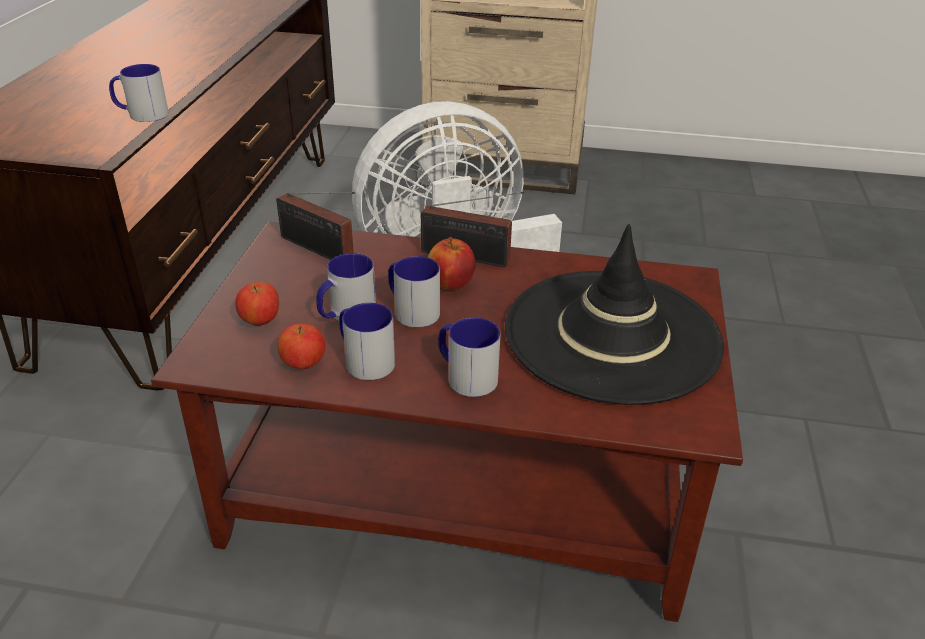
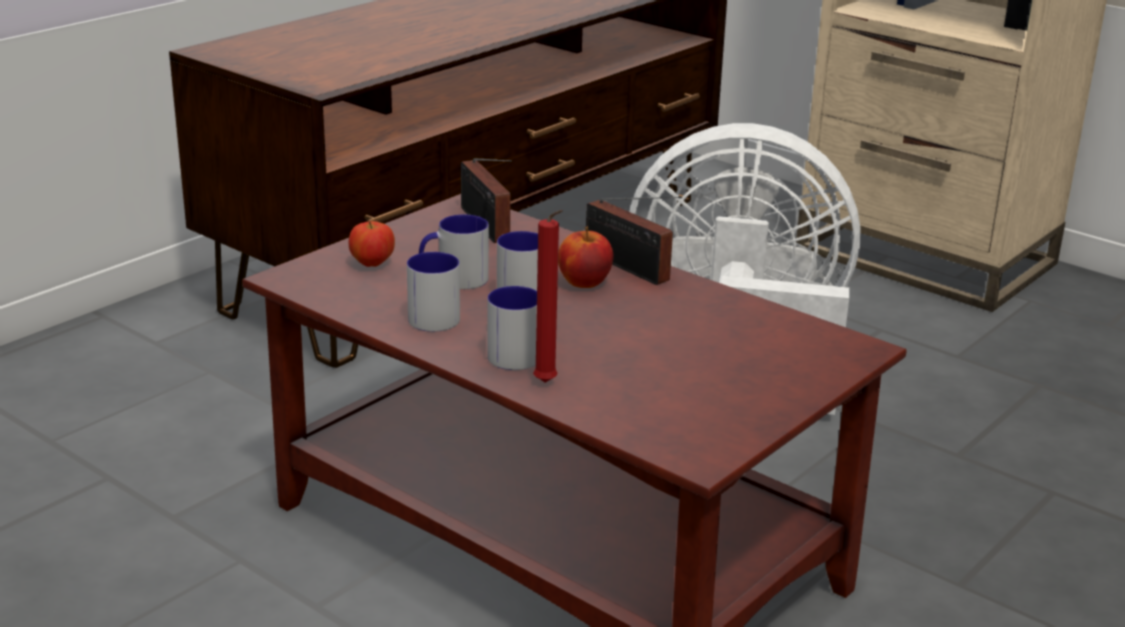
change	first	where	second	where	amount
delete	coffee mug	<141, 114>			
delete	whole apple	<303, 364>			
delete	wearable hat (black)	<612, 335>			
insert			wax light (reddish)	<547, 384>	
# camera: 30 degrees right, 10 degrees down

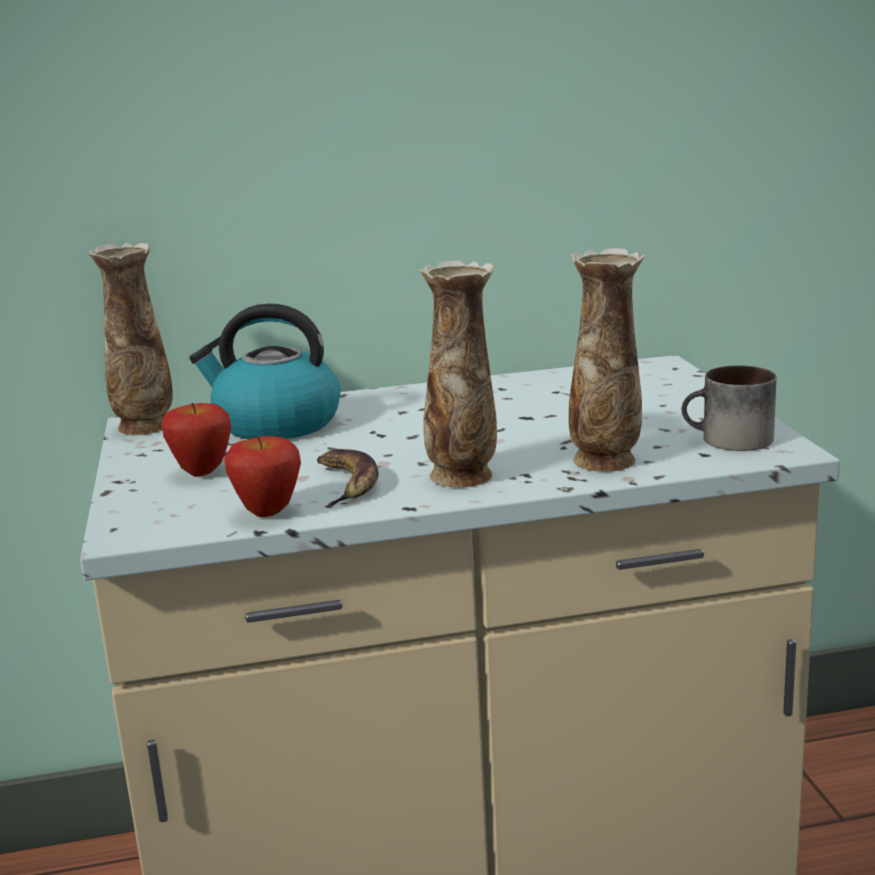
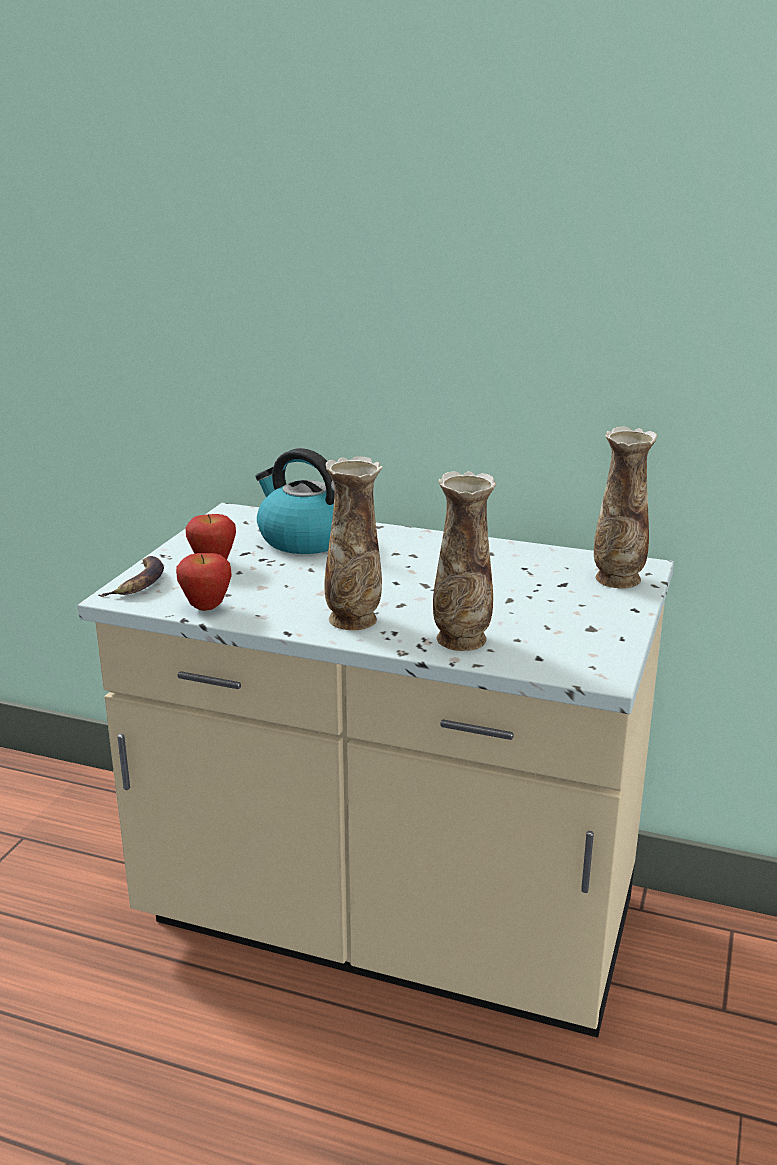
change	first	where	second	where	amount
delete	coffee mug	<729, 441>			
move	decorative vase	<145, 427>		<617, 580>	
move	whole banana	<345, 484>		<138, 582>	
# camera: 30 degrees right, 5 degrees up

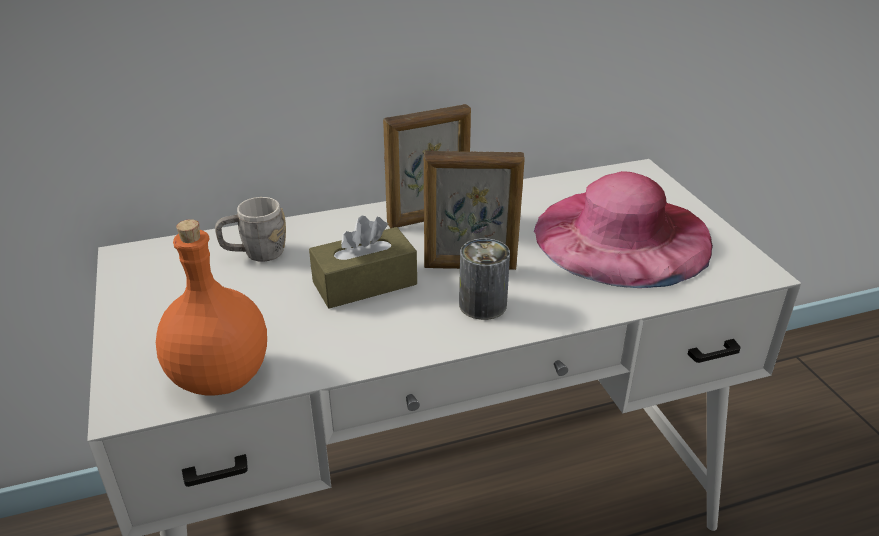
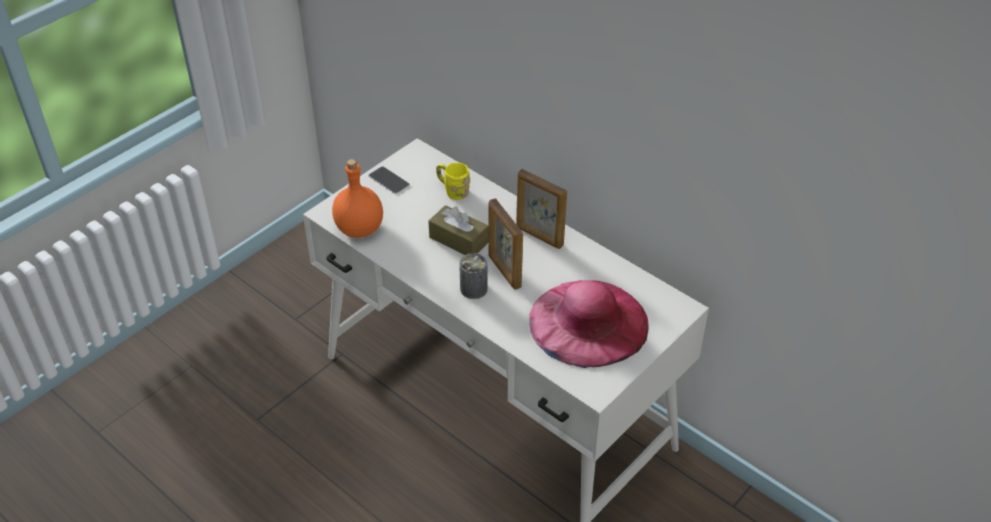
change	first	where	second	where	amount
insert			telephone	<389, 180>	
recolor	coffee mug (greyish)	<255, 254>	coffee mug (yellow-coloured)	<453, 191>	
# camera: 60 degrees right, 10 degrees up

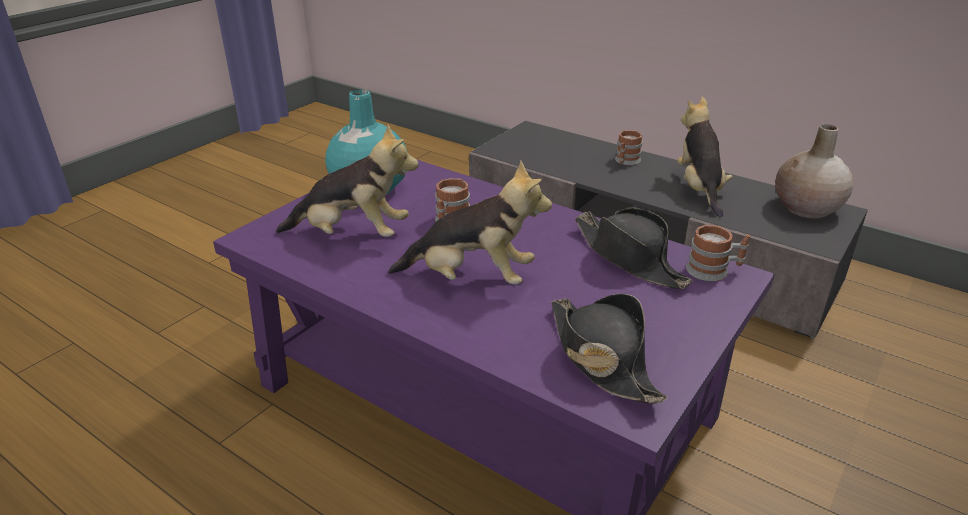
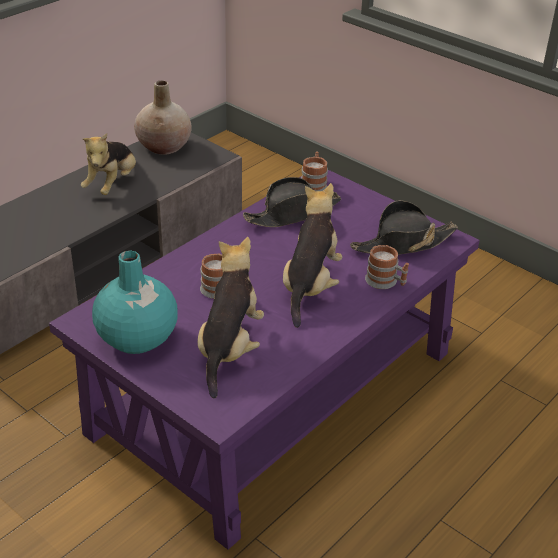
change	first	where	second	where	amount
move	coffee mug	<626, 162>		<386, 282>	
rotate	plush toy	<699, 189>		<112, 184>	75 degrees counterclockwise
# camera: 85 degrees left, 5 degrees up

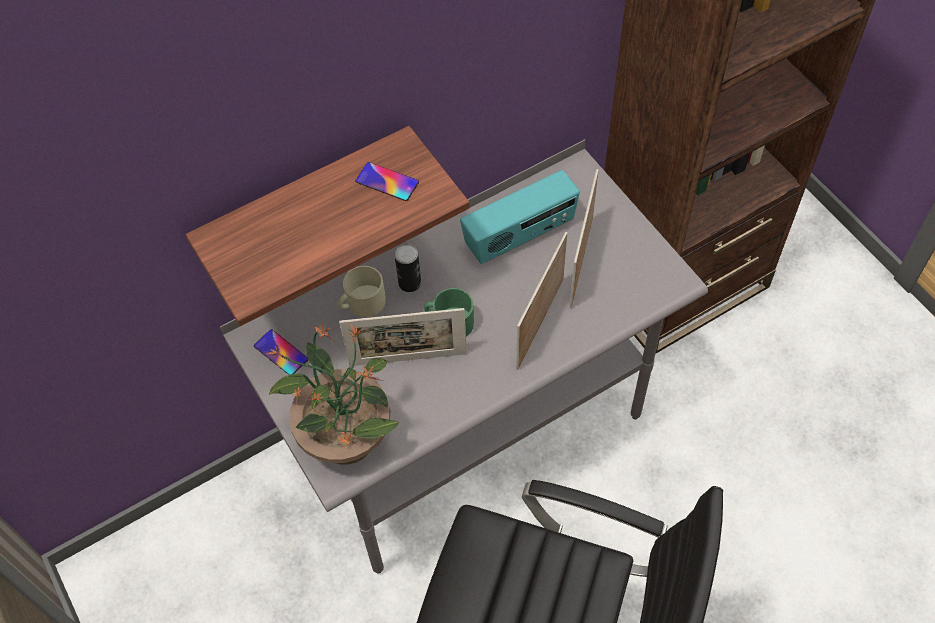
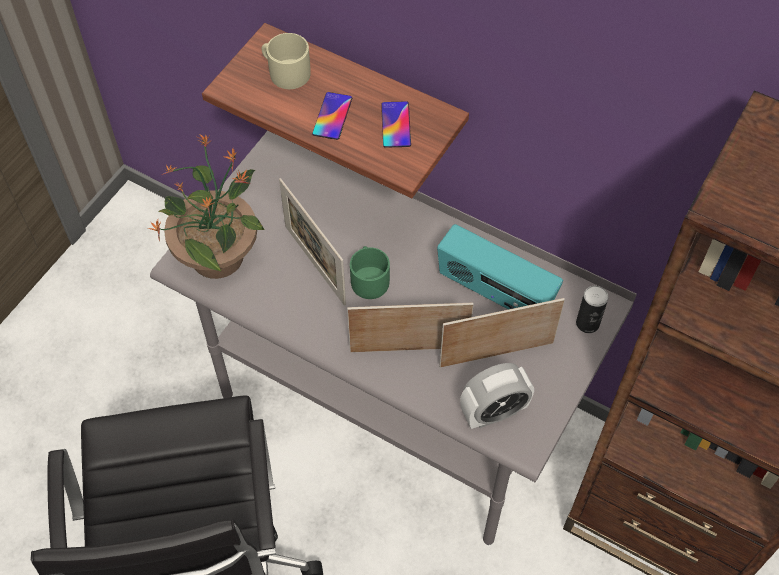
change	first	where	second	where	amount
insert			table clock	<493, 412>	
move	telephone	<281, 352>		<332, 116>	
move	coffee mug (beige)	<361, 303>		<285, 72>	
move	sealed can	<409, 283>		<587, 323>	
# camera: 60 degrees right, 0 degrees up

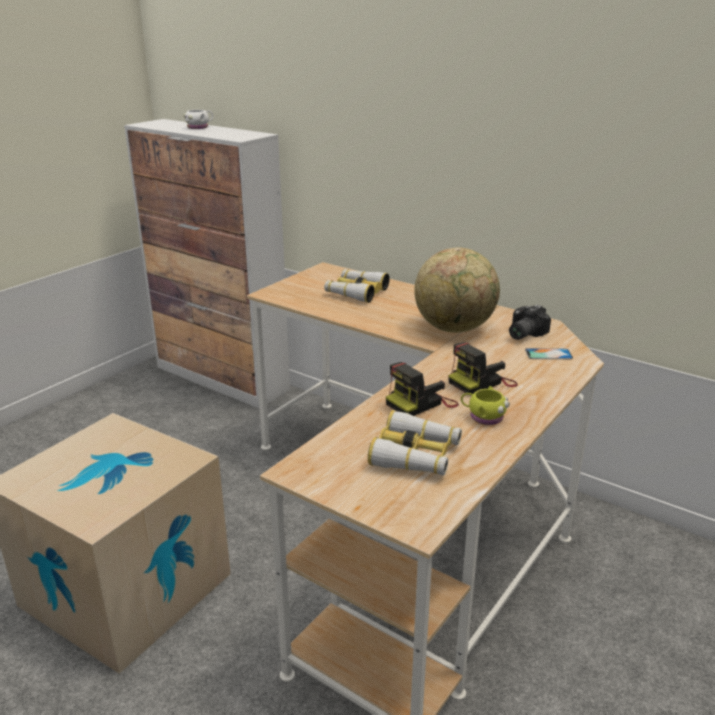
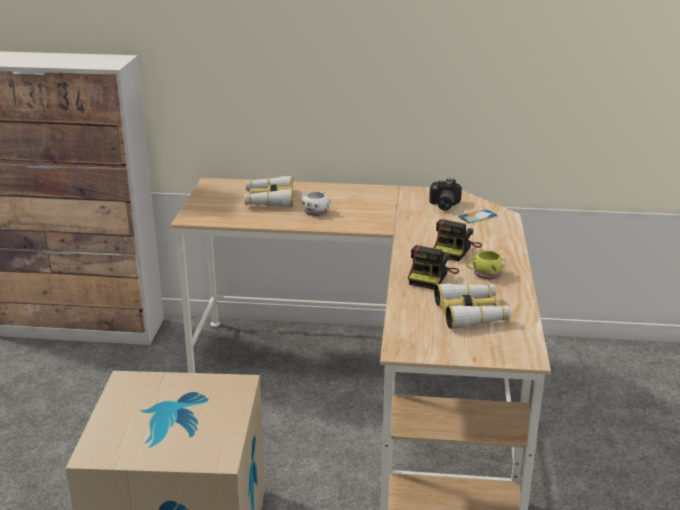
change	first	where	second	where	amount
delete	desk globe	<454, 328>			
move	coffee mug (whitish)	<199, 127>		<316, 210>	
# camera: 30 degrees left, 0 degrees up

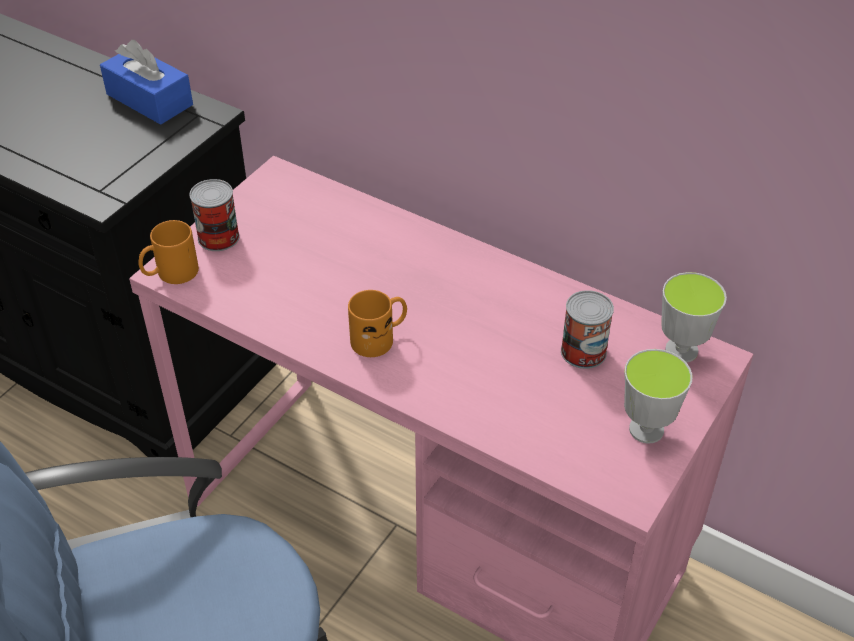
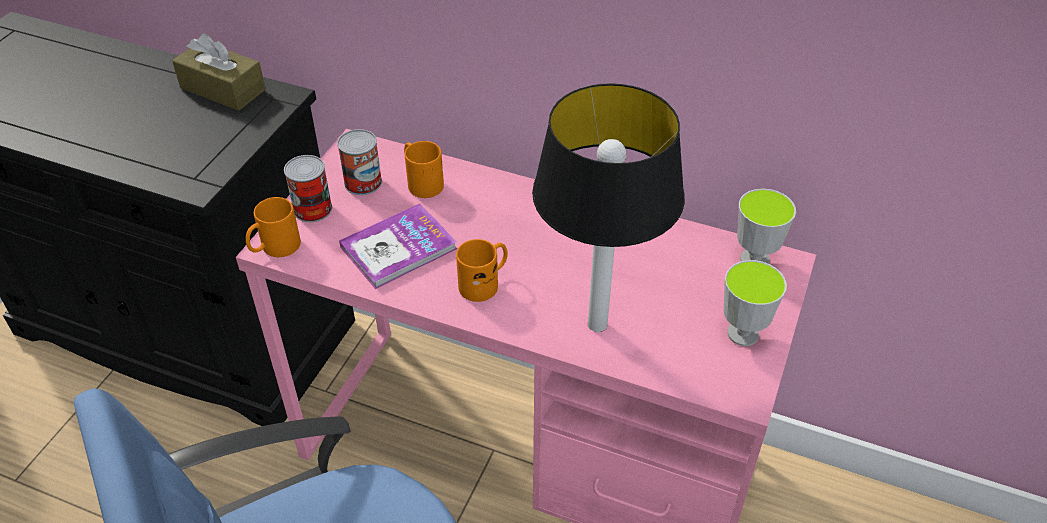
change	first	where	second	where	amount
insert			volume	<398, 248>	
insert			coffee mug (orange-coloured)	<421, 182>	
insert			table lamp	<595, 324>	
move	sealed can	<583, 351>		<363, 182>	
recolor	tissue holder (blue-coloured)	<149, 99>	tissue holder (brownish)	<223, 89>	
# camera: 10 degrees left, 0 degrees up

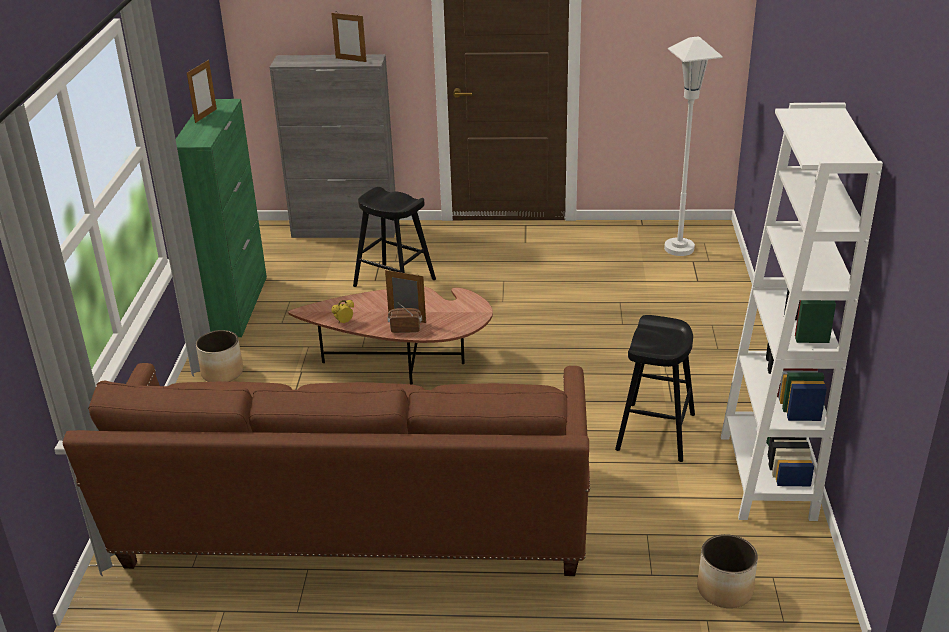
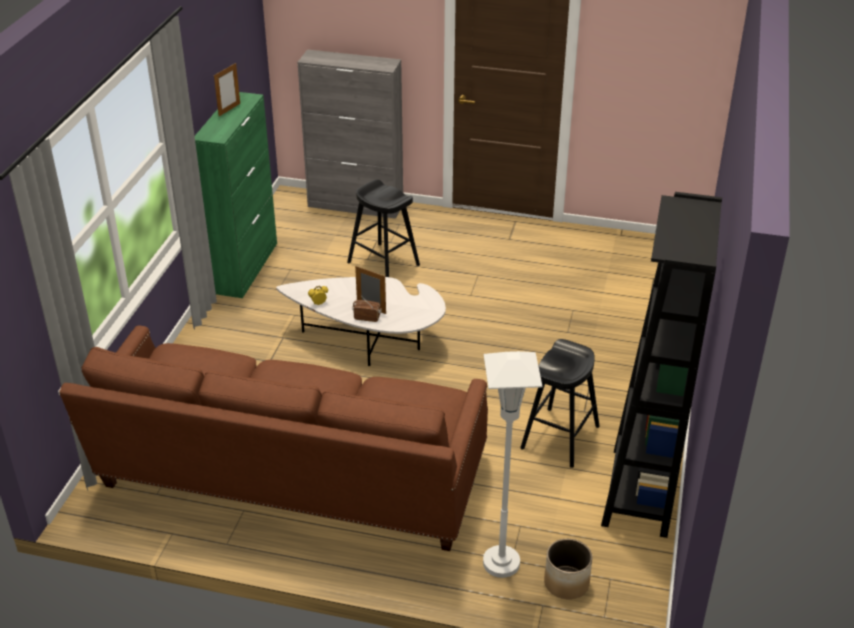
change	first	where	second	where	amount
delete	plant pot	<222, 372>			
delete	standing frame	<351, 60>			
move	floor lamp (whitish)	<679, 248>		<501, 563>	
recolor	coffee table (brownish)	<405, 363>	coffee table (whitish)	<370, 342>	
recolor	shelving unit (whitish)	<767, 476>	shelving unit (black)	<639, 492>	
# camera: 10 degrees right, 5 degrees up

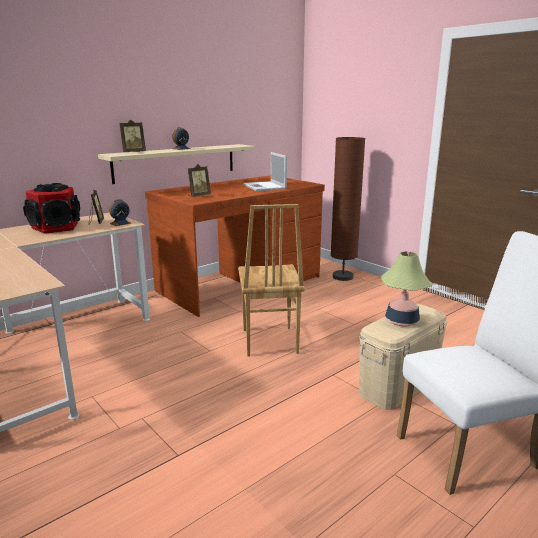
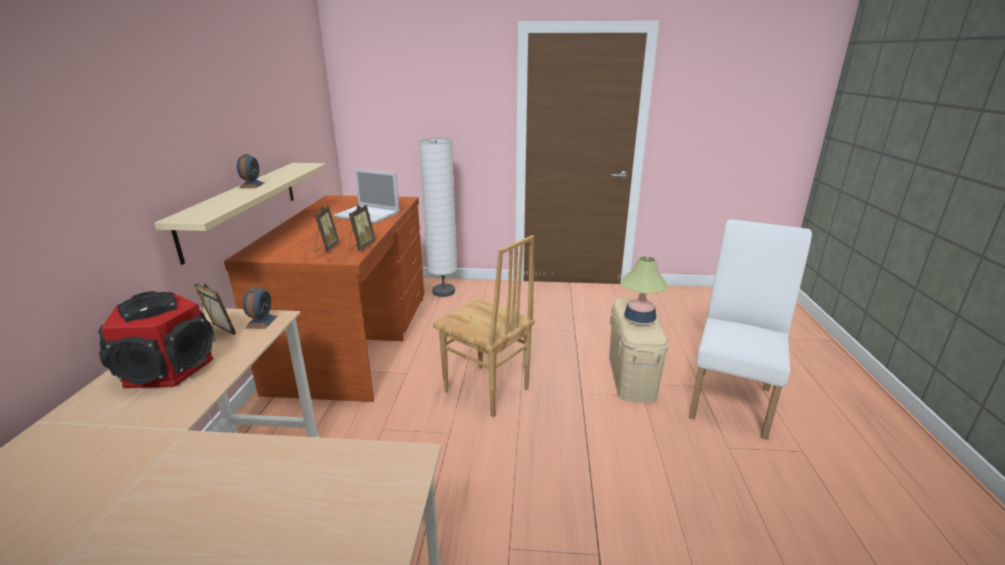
change	first	where	second	where	amount
move	standing frame	<133, 152>		<361, 246>	
recolor	floor lamp (brownish)	<343, 277>	floor lamp (whitish)	<443, 292>	
# camera: 45 degrees left, 5 degrees up

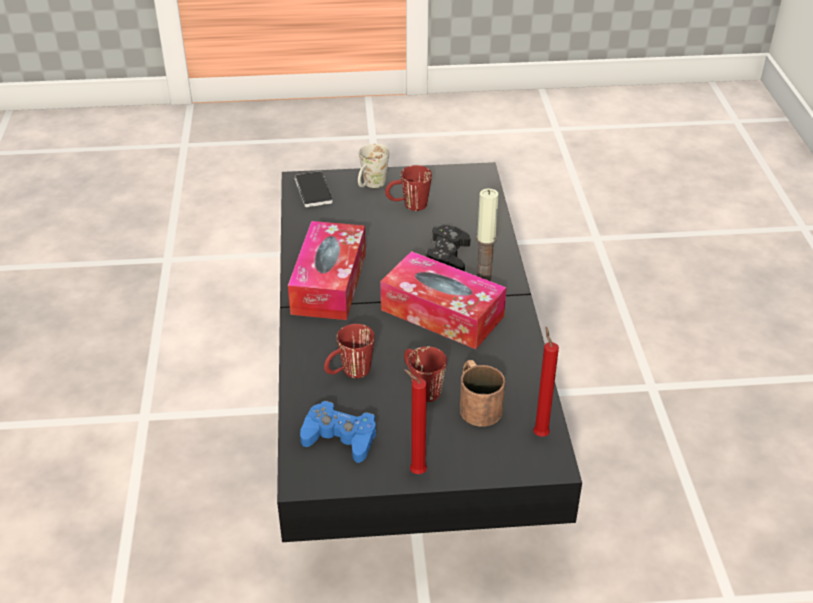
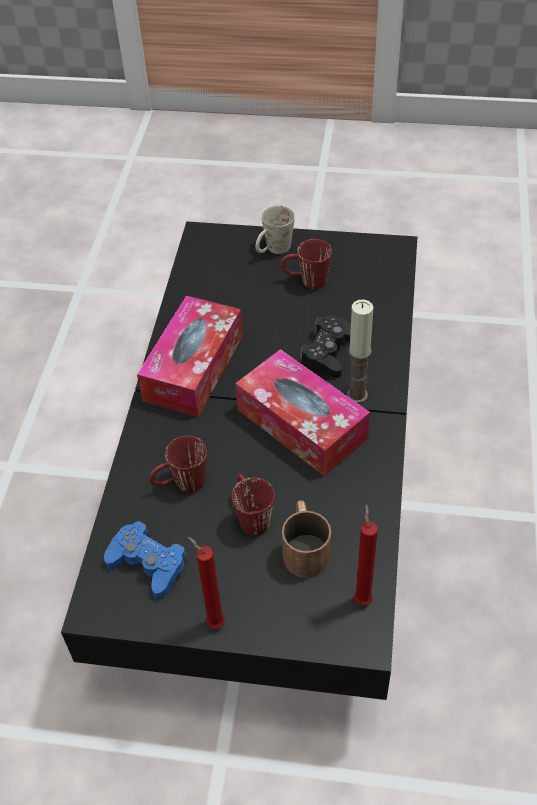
change	first	where	second	where	amount
delete	telephone	<313, 190>			
# camera: 15 degrees right, 10 degrees up

